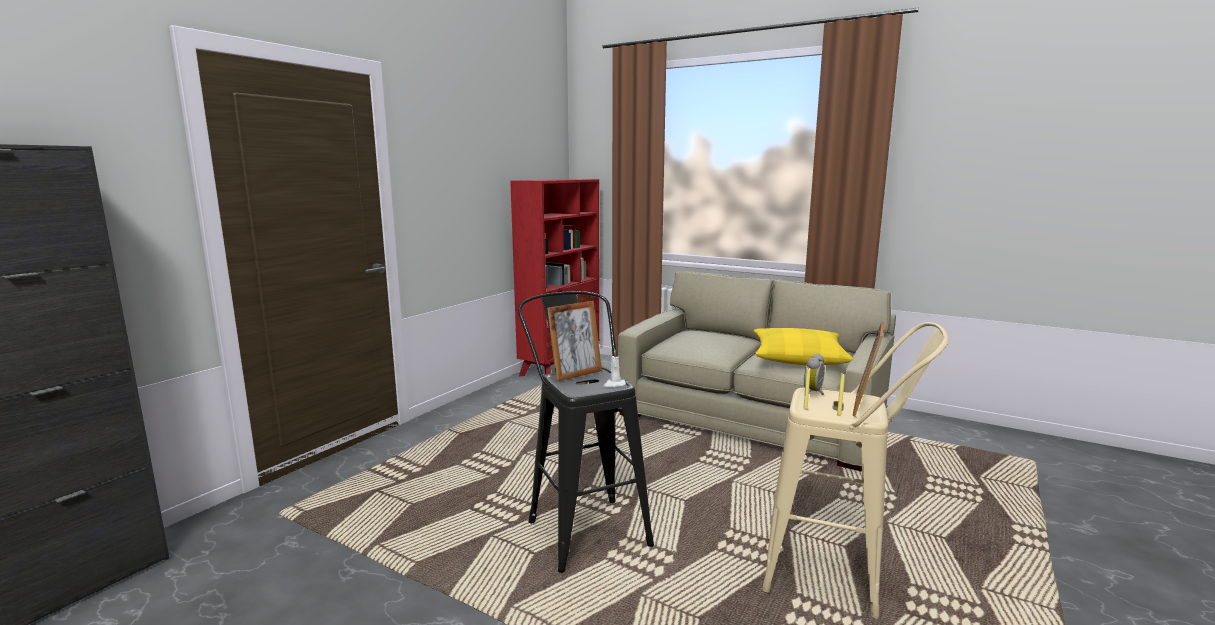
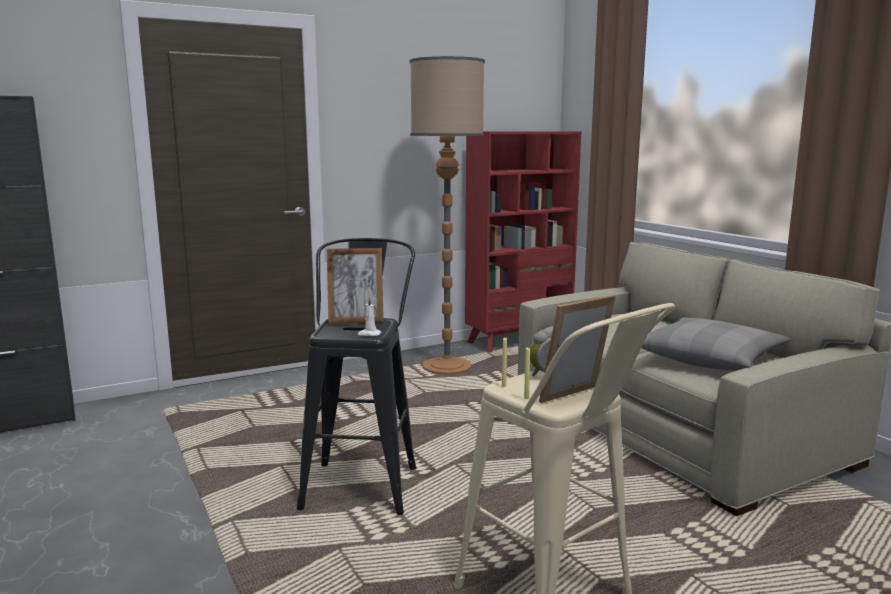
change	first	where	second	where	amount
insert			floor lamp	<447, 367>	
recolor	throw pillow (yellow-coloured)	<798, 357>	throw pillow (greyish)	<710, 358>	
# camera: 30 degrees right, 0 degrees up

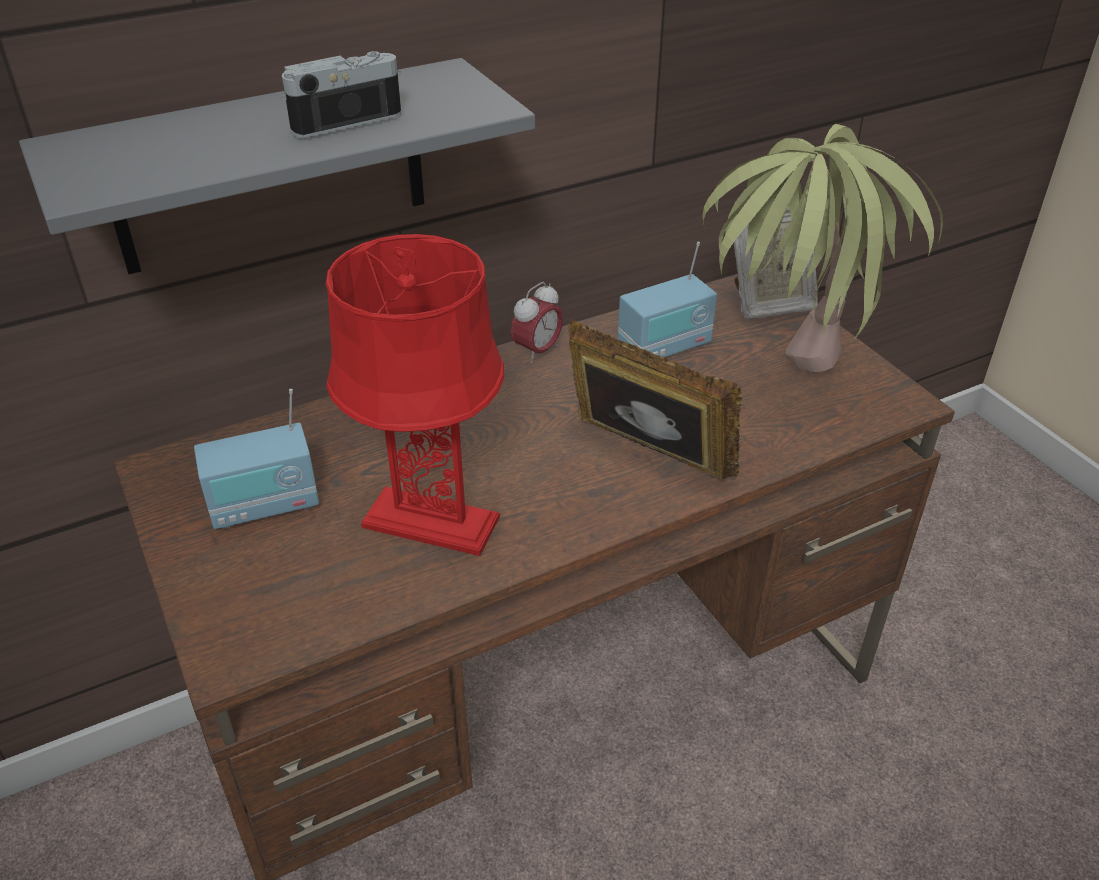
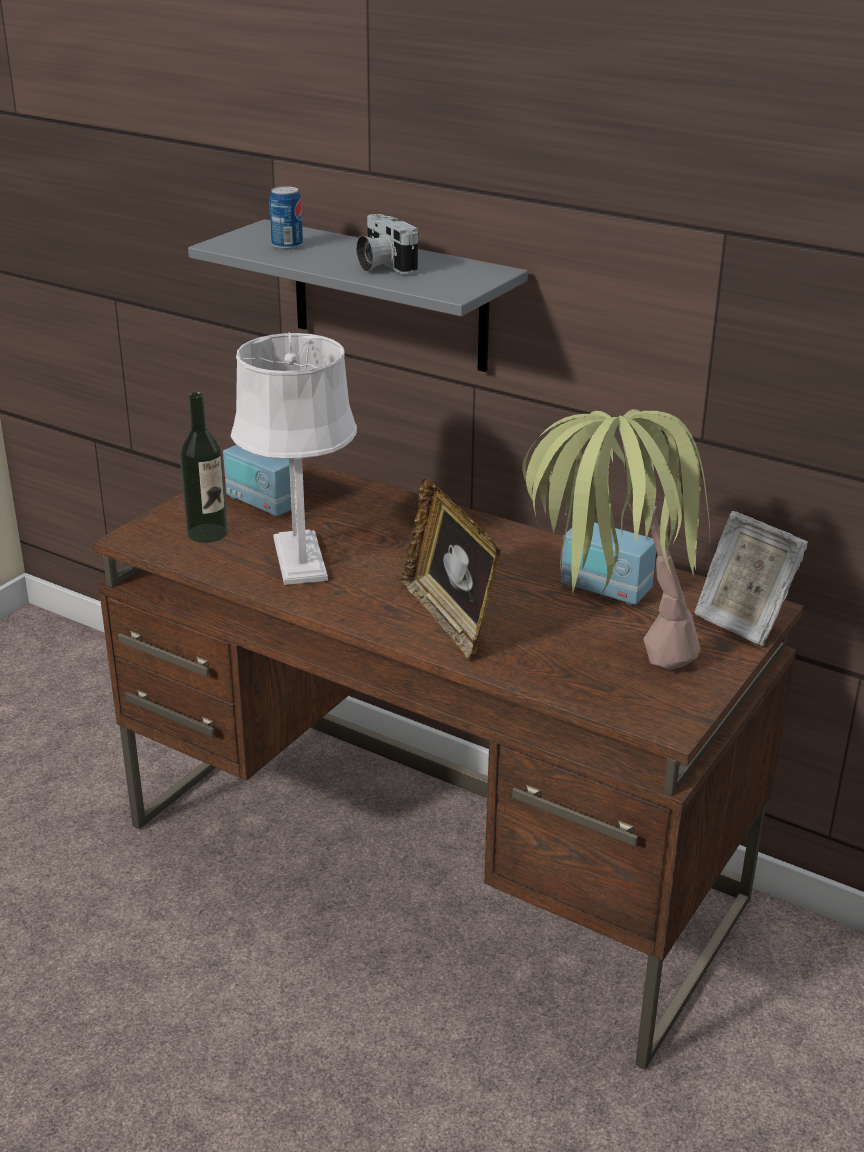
change	first	where	second	where	amount
delete	table clock	<537, 351>			
insert			bottle	<207, 533>	
insert			sealed can	<287, 246>	
recolor	table lamp (reddish)	<429, 522>	table lamp (whitish)	<299, 558>	
rotate	still camera	<341, 118>		<382, 265>	150 degrees counterclockwise
rotate	standing frame	<646, 458>		<449, 617>	150 degrees clockwise
# camera: 60 degrees right, 10 degrees down

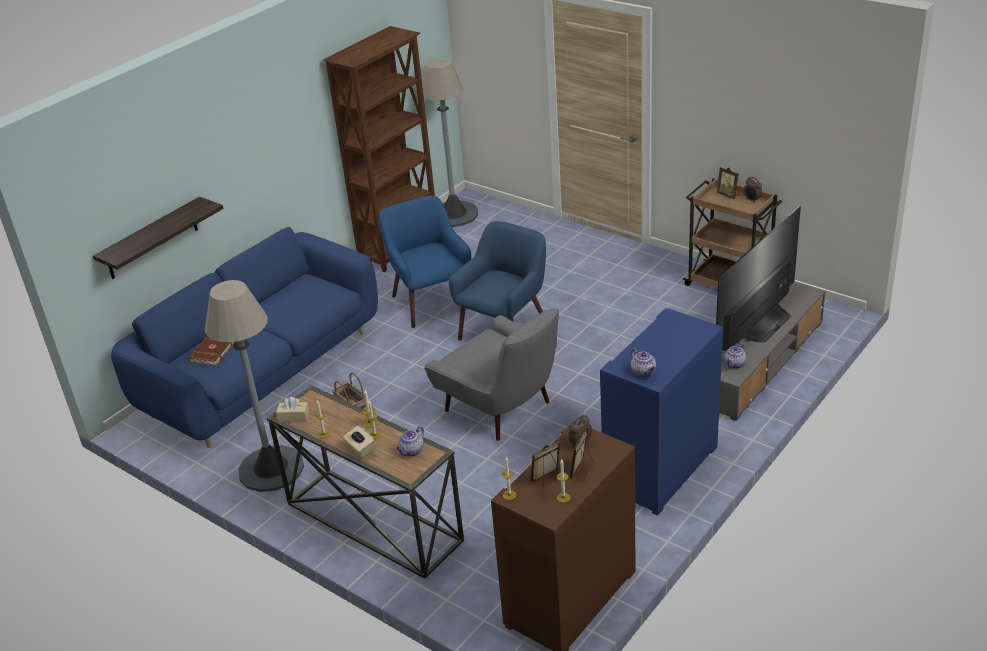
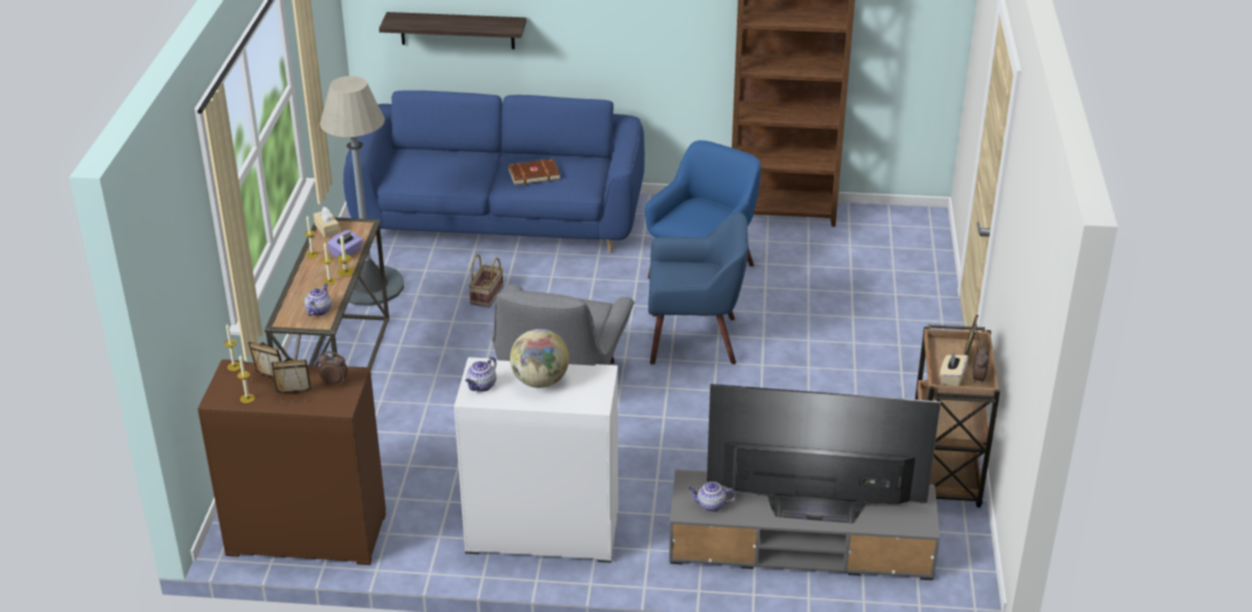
change	first	where	second	where	amount
delete	floor lamp (greyish)	<454, 214>			
insert			tissue holder (purple)	<346, 253>	
insert			desk globe	<540, 381>	
move	volume (brownish)	<212, 351>		<533, 174>	
move	tissue holder (beige)	<360, 449>		<952, 378>	
recolor	cabinet (blue-coloured)	<662, 469>	cabinet (whitish)	<541, 532>	
rotate	pot for tea	<411, 451>		<319, 310>	105 degrees clockwise
# camera: 55 degrees right, 0 degrees up

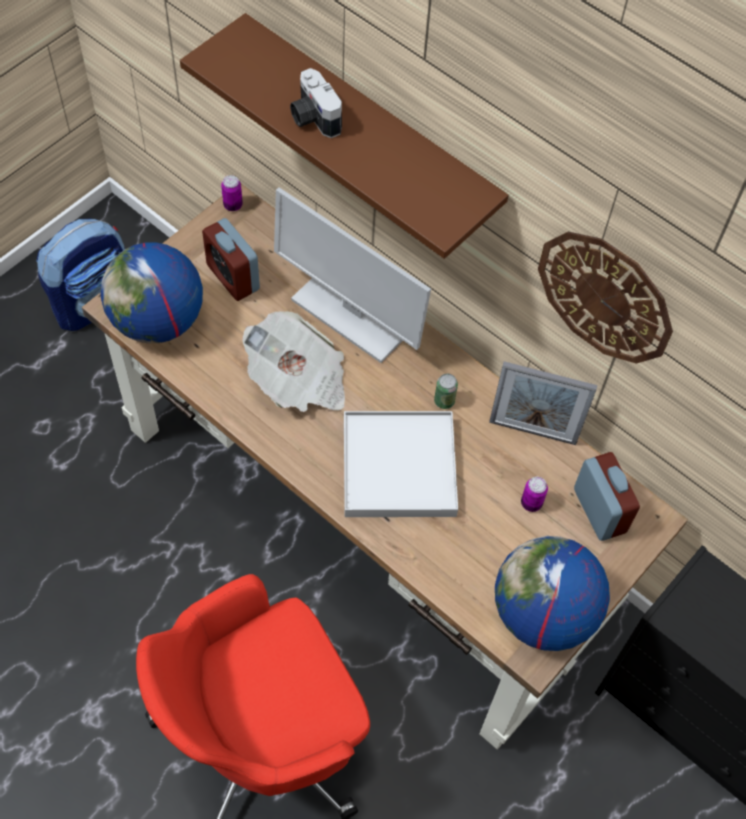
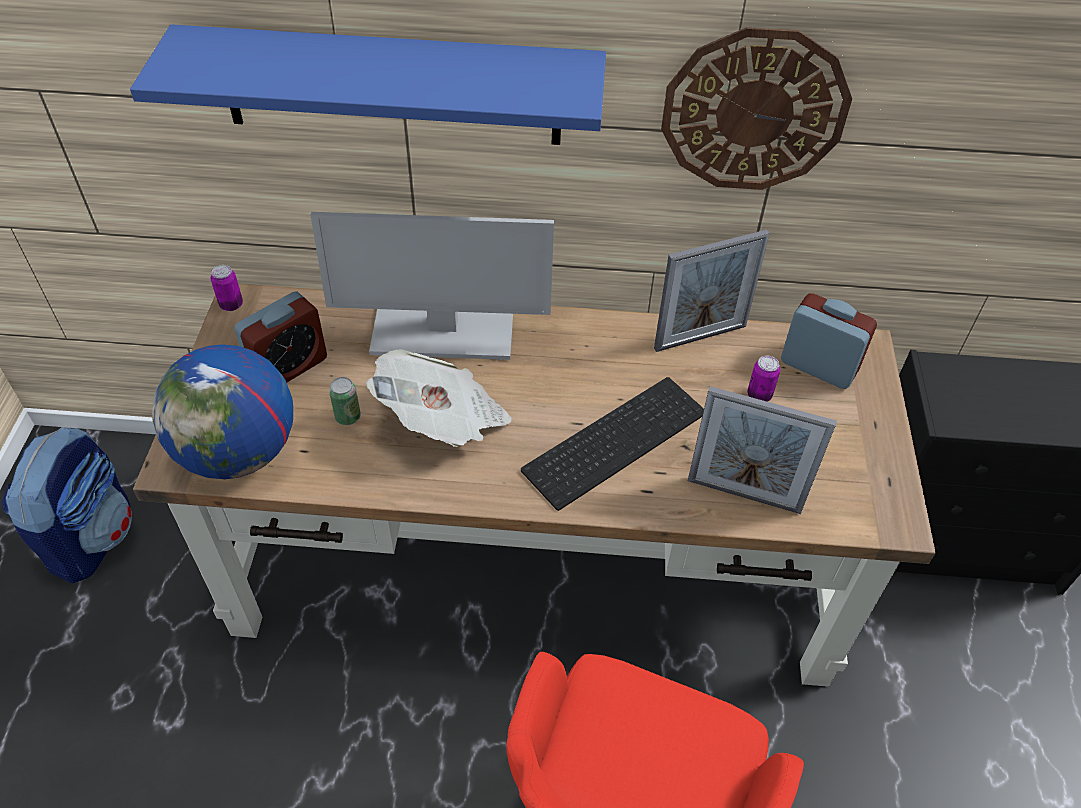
change	first	where	second	where	amount
delete	still camera	<313, 118>			
delete	desk globe	<542, 613>			
insert			standing frame	<743, 495>	
move	sealed can	<444, 401>		<348, 417>	
replace	serving tray (whitish)	<399, 467>	PC keyboard	<614, 438>	
recolor	wall shelf (brownish)	<369, 130>	wall shelf (blue-coloured)	<391, 86>	
rotate	table clock	<233, 277>		<288, 367>	60 degrees counterclockwise
# camera: 35 degrees left, 10 degrees down

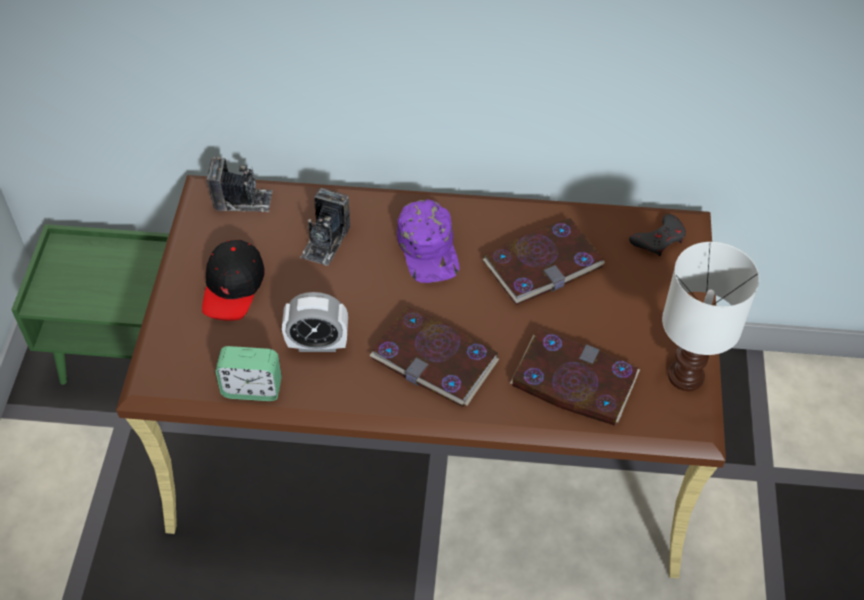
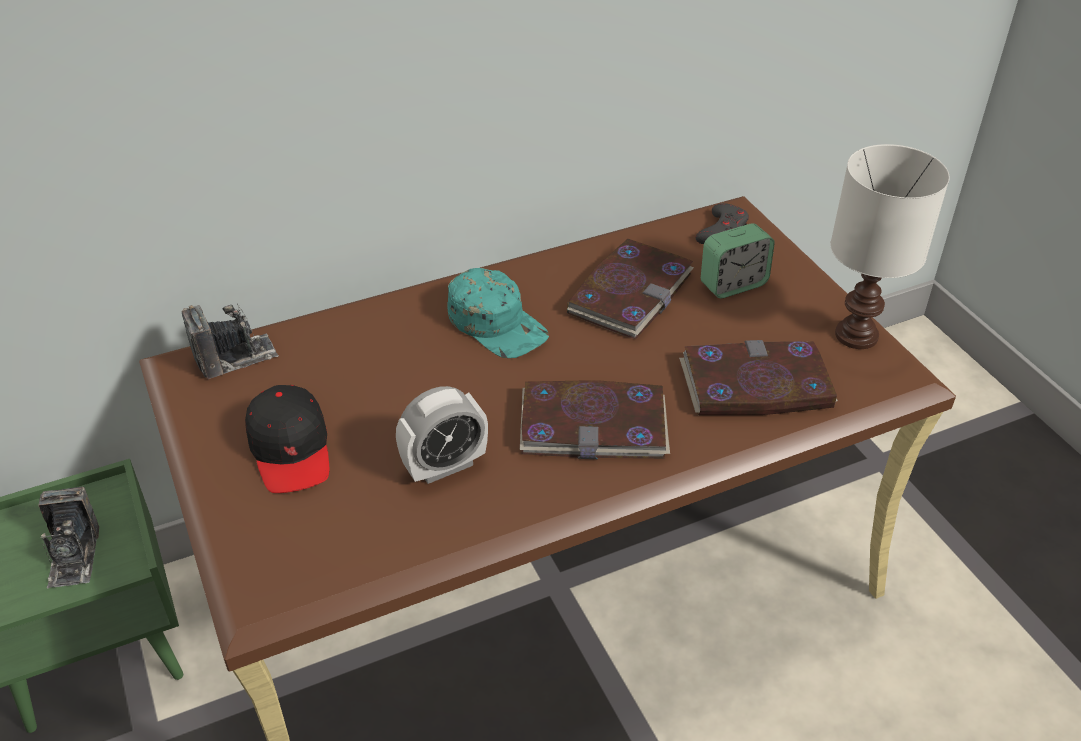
change	first	where	second	where	amount
move	table clock	<252, 388>		<733, 284>	
move	still camera	<326, 241>		<74, 555>	
recolor	baseball cap (purple)	<429, 249>	baseball cap (turquoise)	<497, 323>	
# camera: 30 degrees left, 10 degrees down

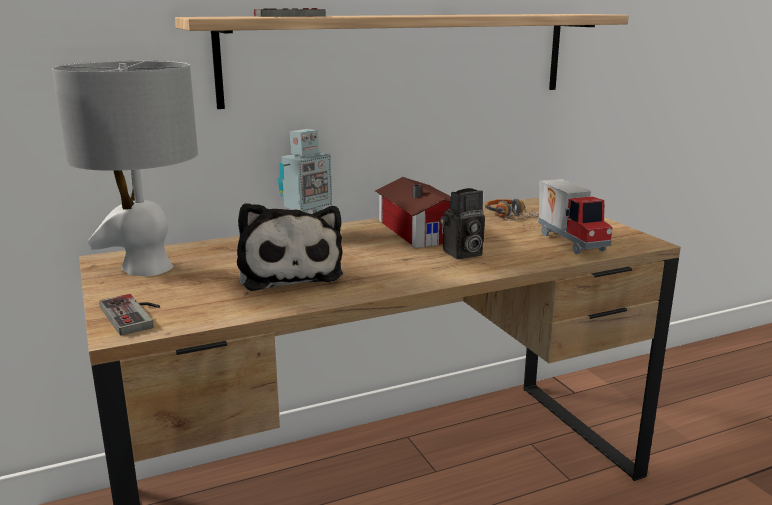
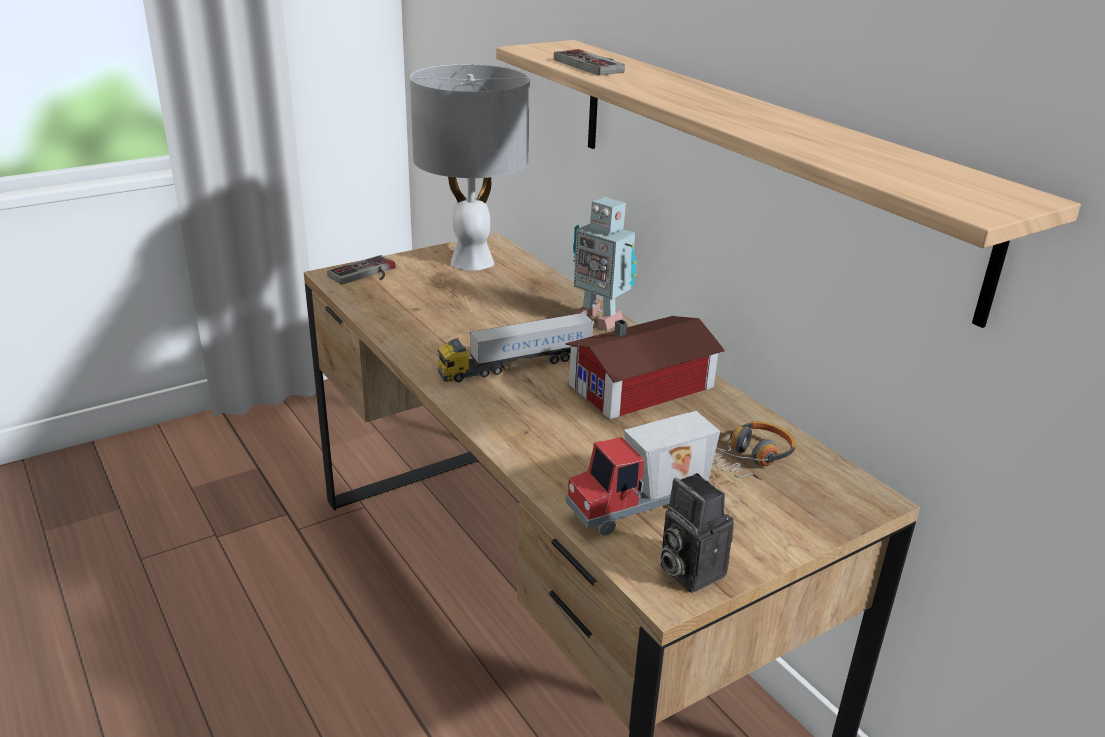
change	first	where	second	where	amount
delete	plush toy	<289, 272>			
insert			toy lorry	<516, 365>	
move	still camera	<462, 254>		<687, 570>	
# camera: 80 degrees right, 10 degrees up

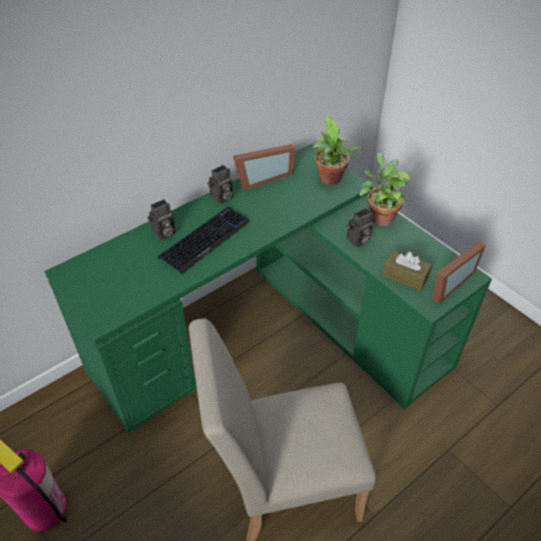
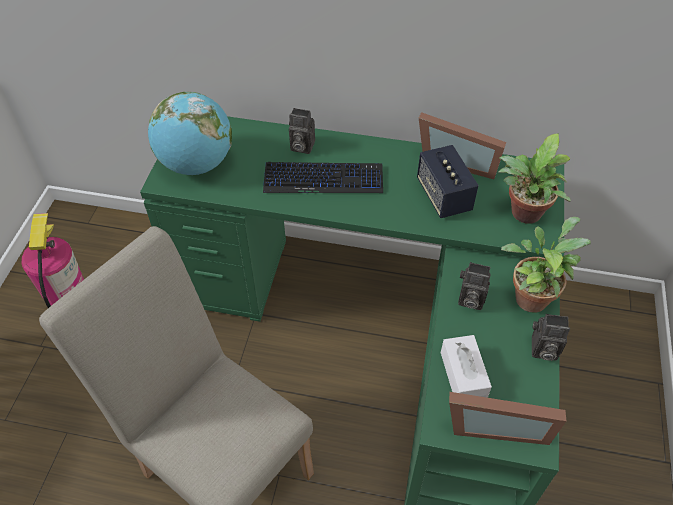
change	first	where	second	where	amount
insert			desk globe	<197, 164>	
insert			audio speaker	<443, 196>	
move	still camera	<221, 198>		<542, 350>	
recolor	tissue holder (brownish)	<404, 276>	tissue holder (whitish)	<463, 375>	
# camera: 50 degrees right, 5 degrees up

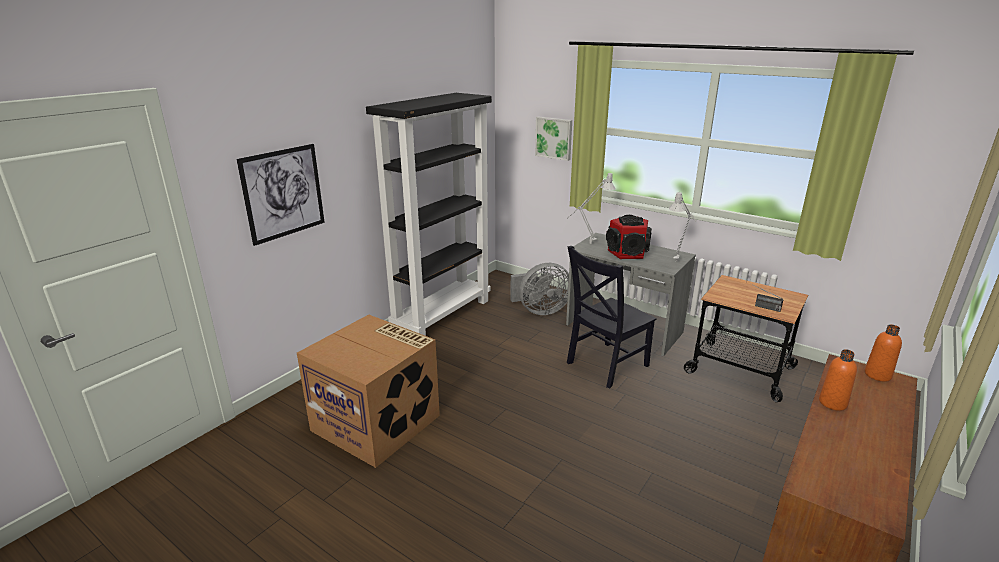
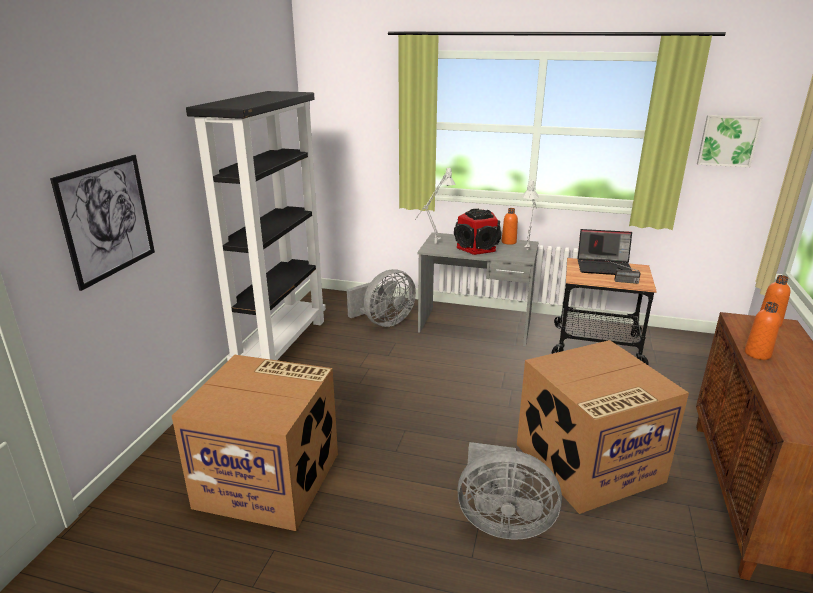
change	first	where	second	where	amount
delete	upright chair (black)	<605, 365>			
insert			electric fan (greyish)	<501, 522>	
insert			bottle (orange-coloured)	<509, 242>	
insert			cardboard box	<588, 464>	
insert			portable computer	<604, 267>	
move	wall picture	<554, 138>		<727, 140>	
# camera: 20 degrees left, 0 degrees up

